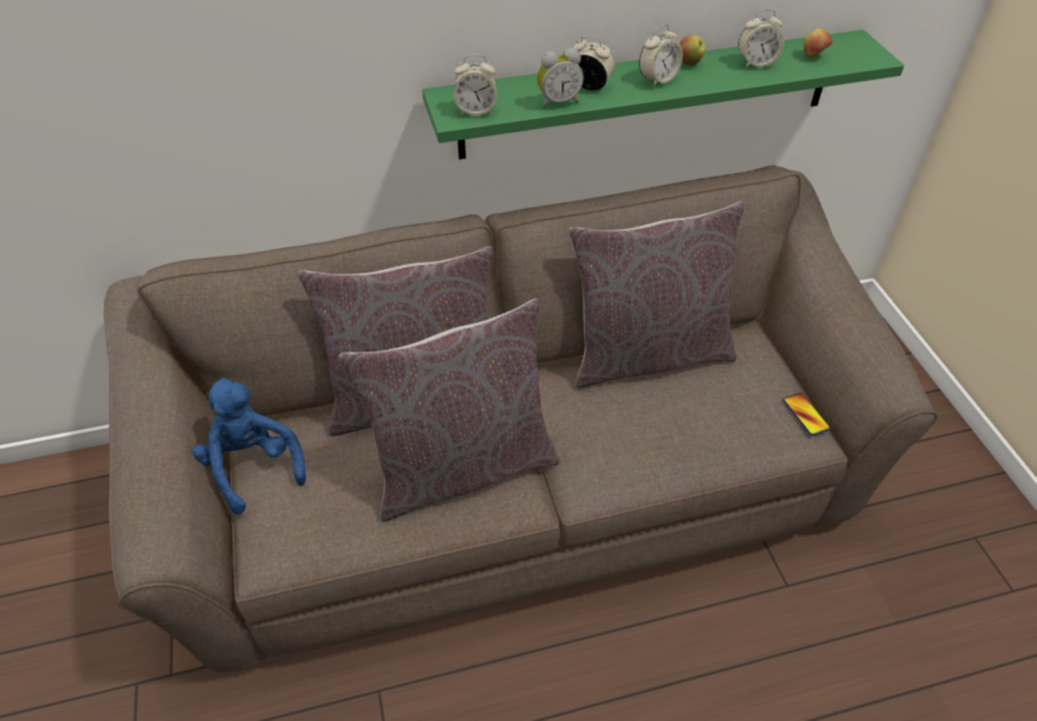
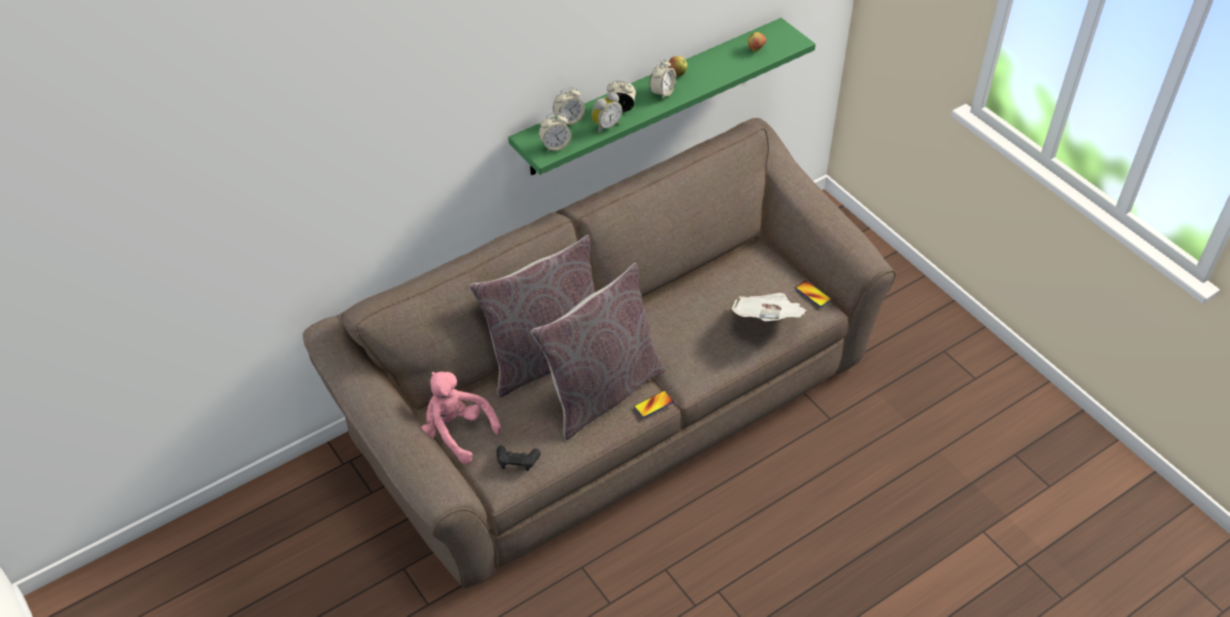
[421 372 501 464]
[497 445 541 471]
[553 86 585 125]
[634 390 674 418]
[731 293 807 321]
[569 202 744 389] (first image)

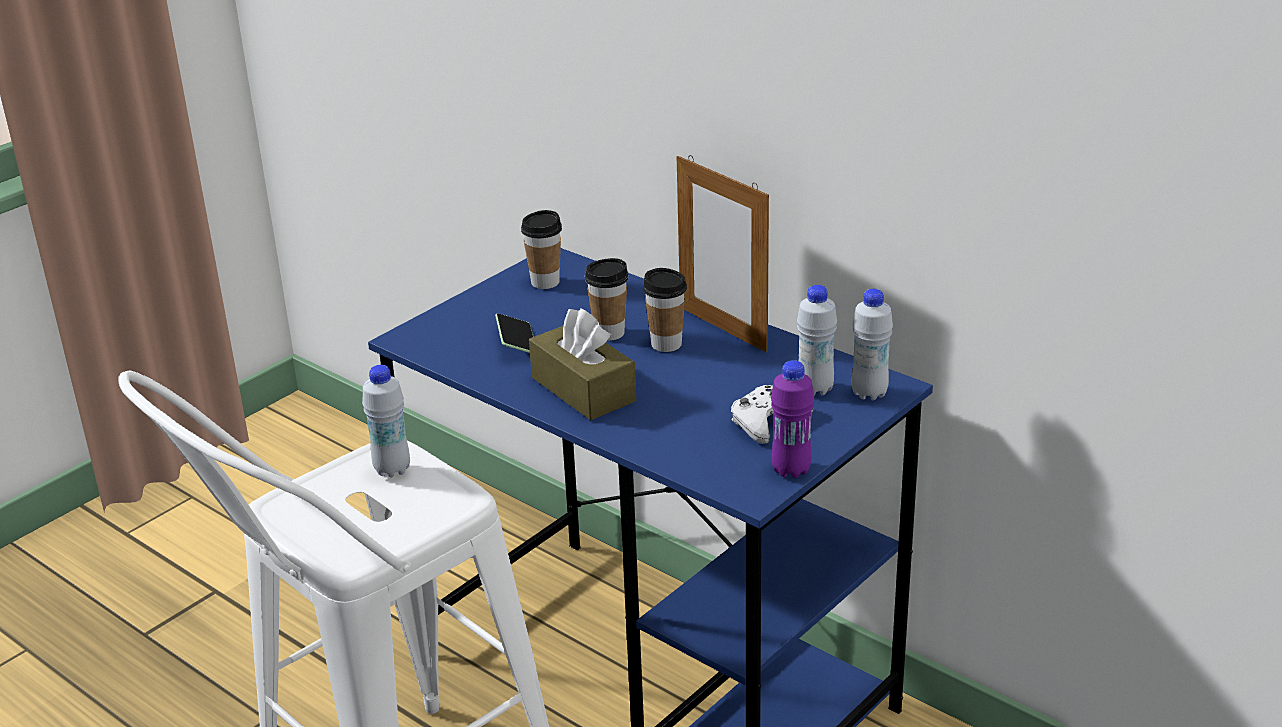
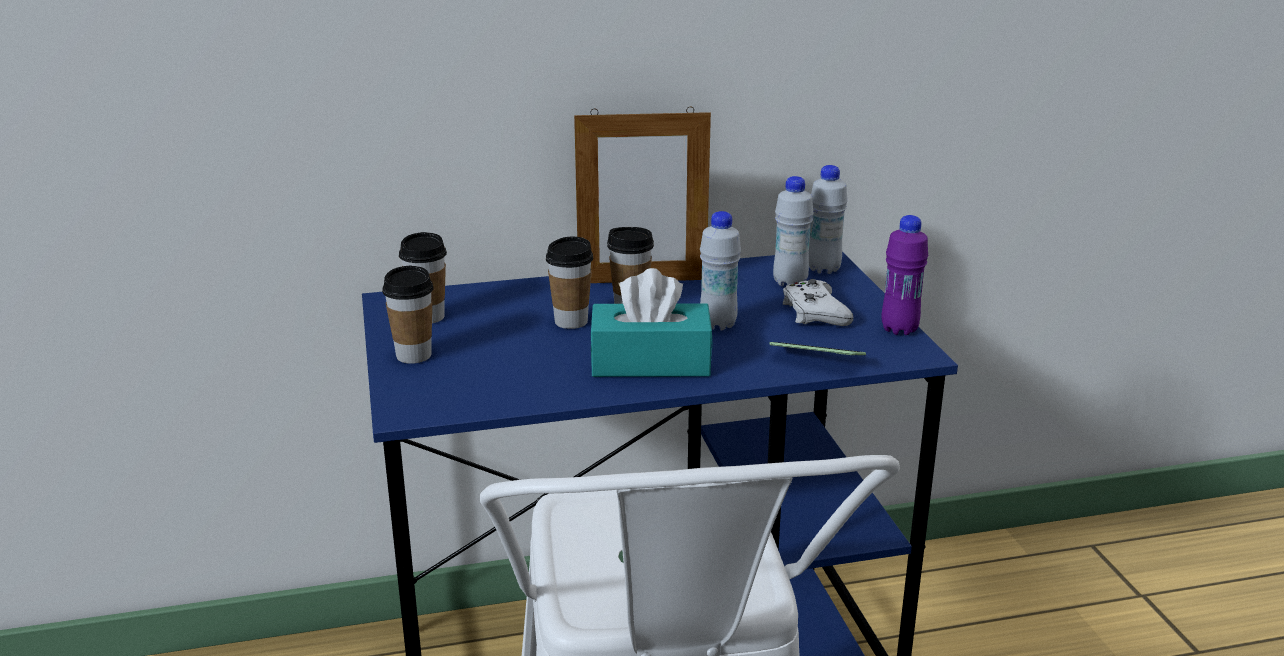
[382 266 434 364]
[590 268 713 377]
[700 211 741 331]
[769 342 866 355]

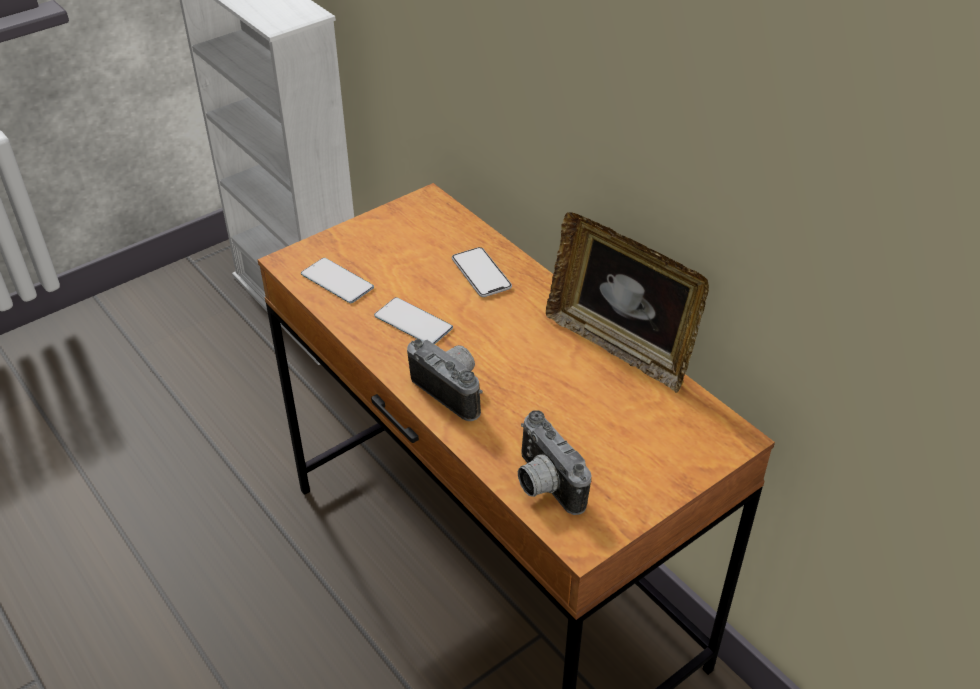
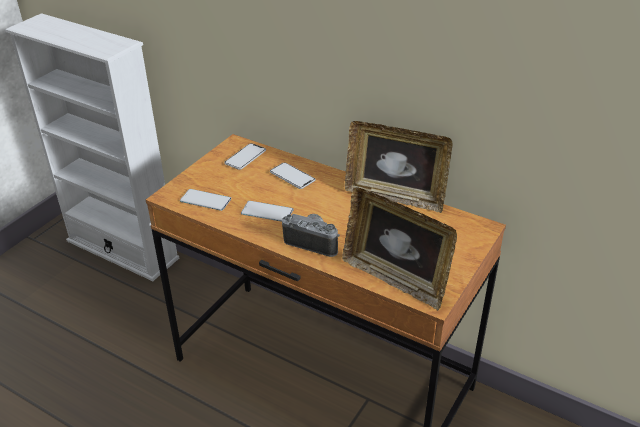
[224 143 266 170]
[342 188 457 311]

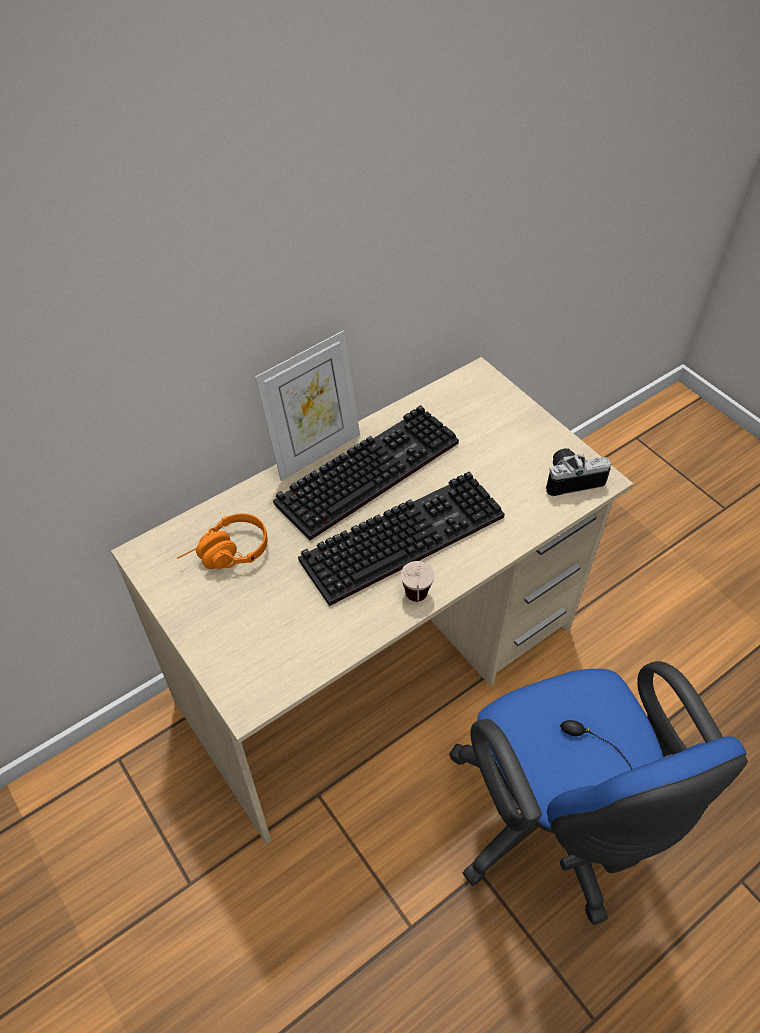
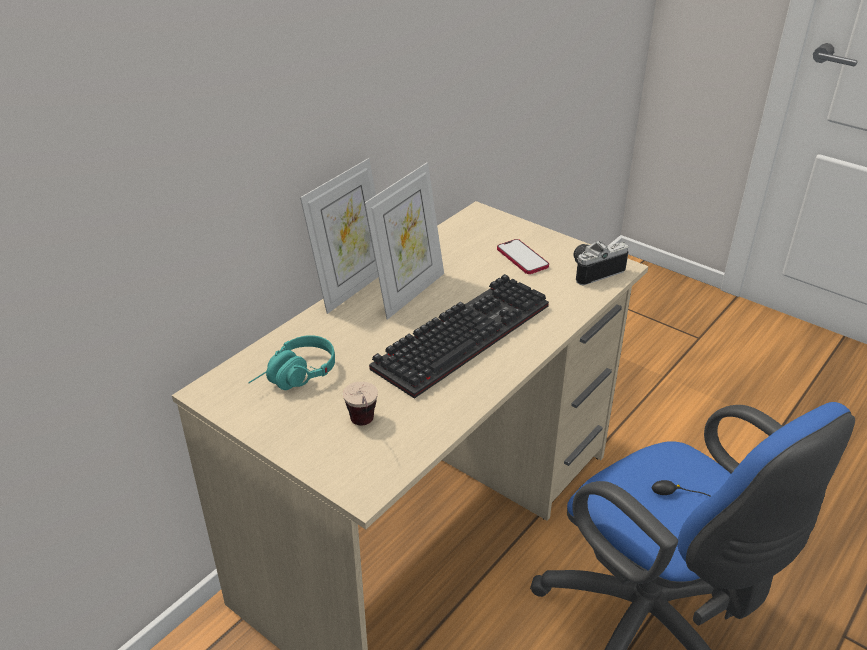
[248 335 335 390]
[343 382 378 426]
[364 162 444 320]
[497 239 549 274]

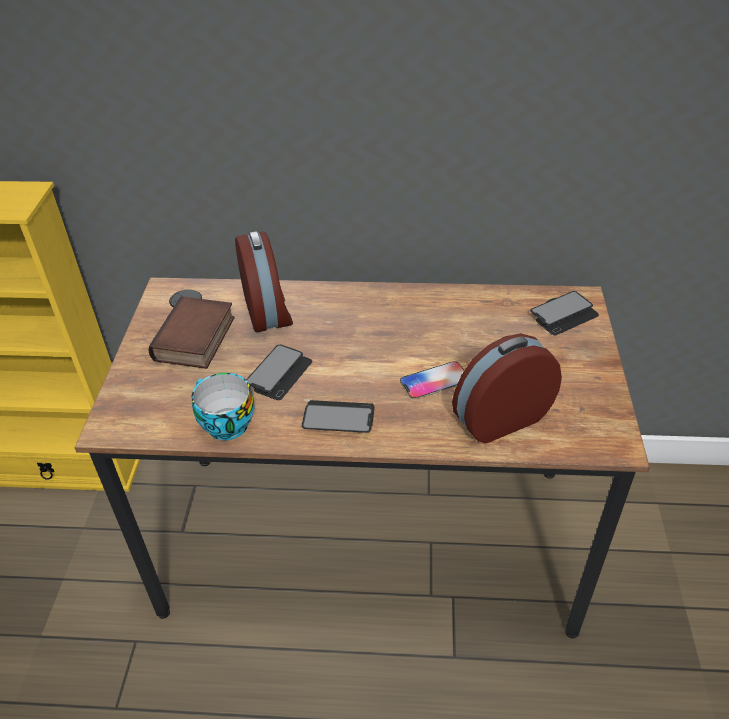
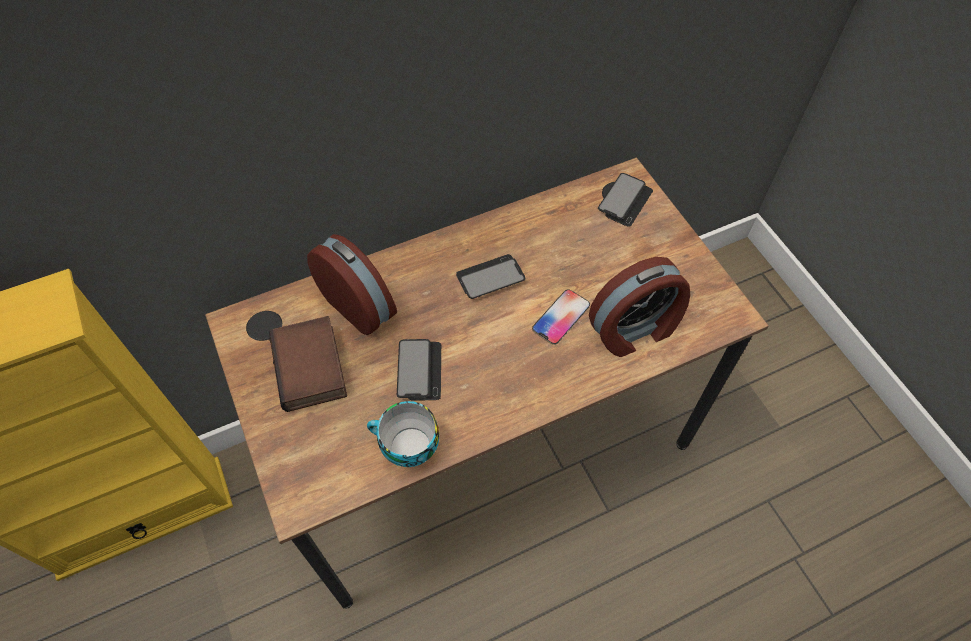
[456 254 525 299]
[589 257 690 357]

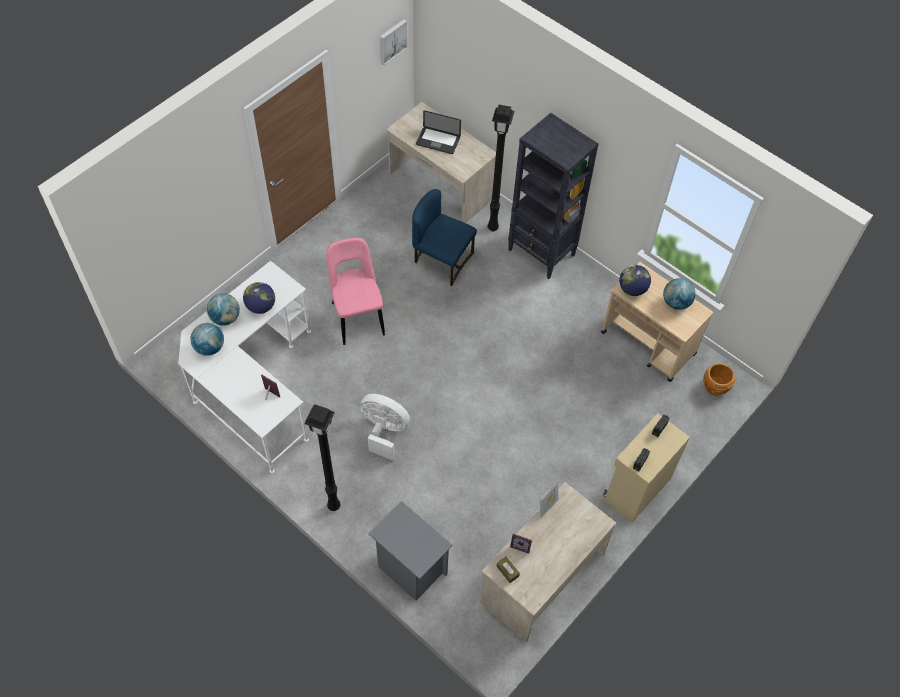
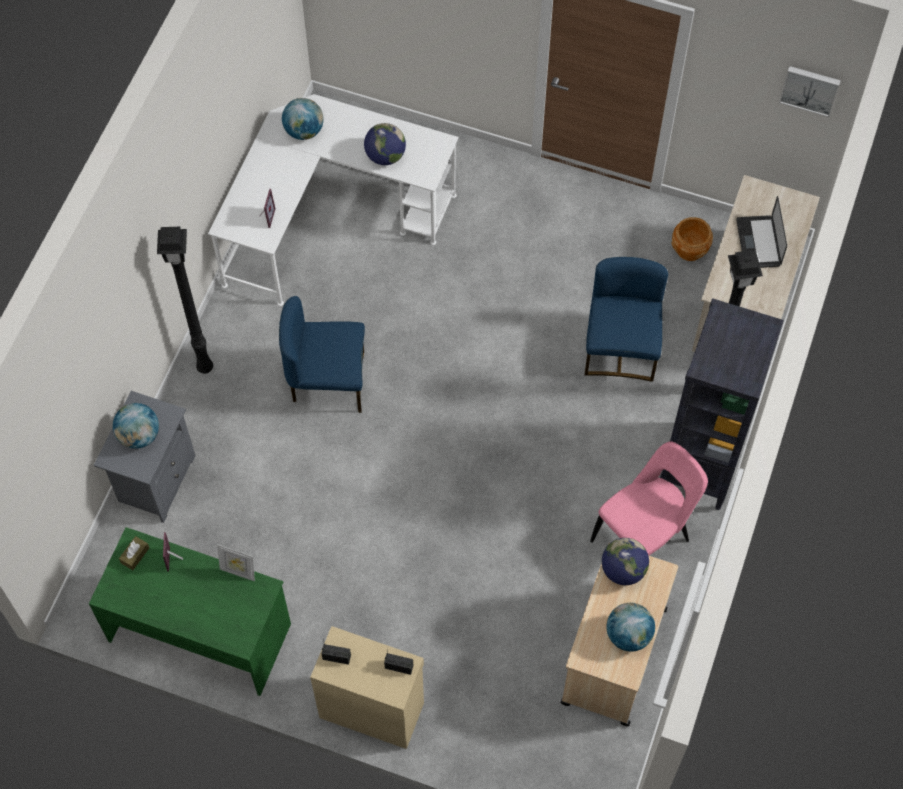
[89 527 291 696]
[113 403 159 449]
[279 296 365 413]
[590 441 708 555]
[672 217 713 261]

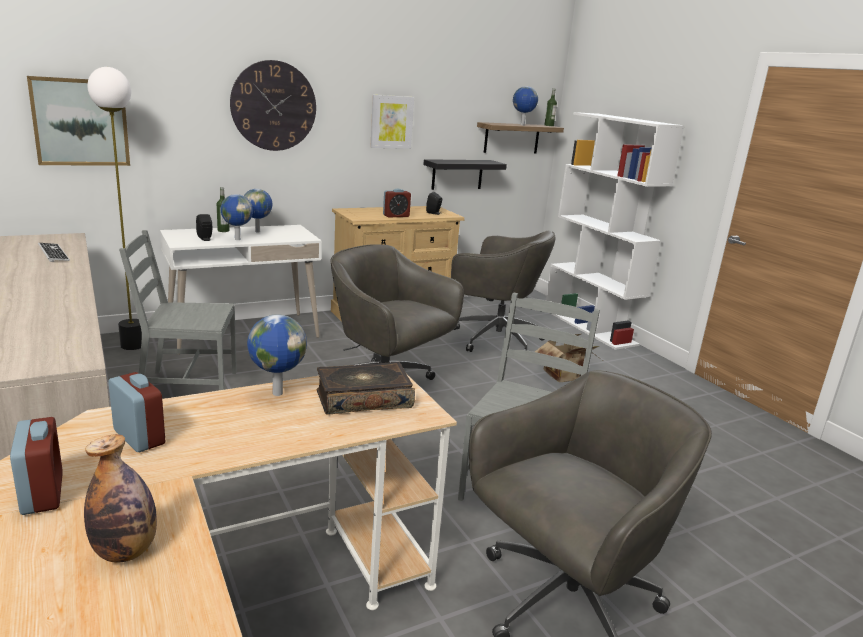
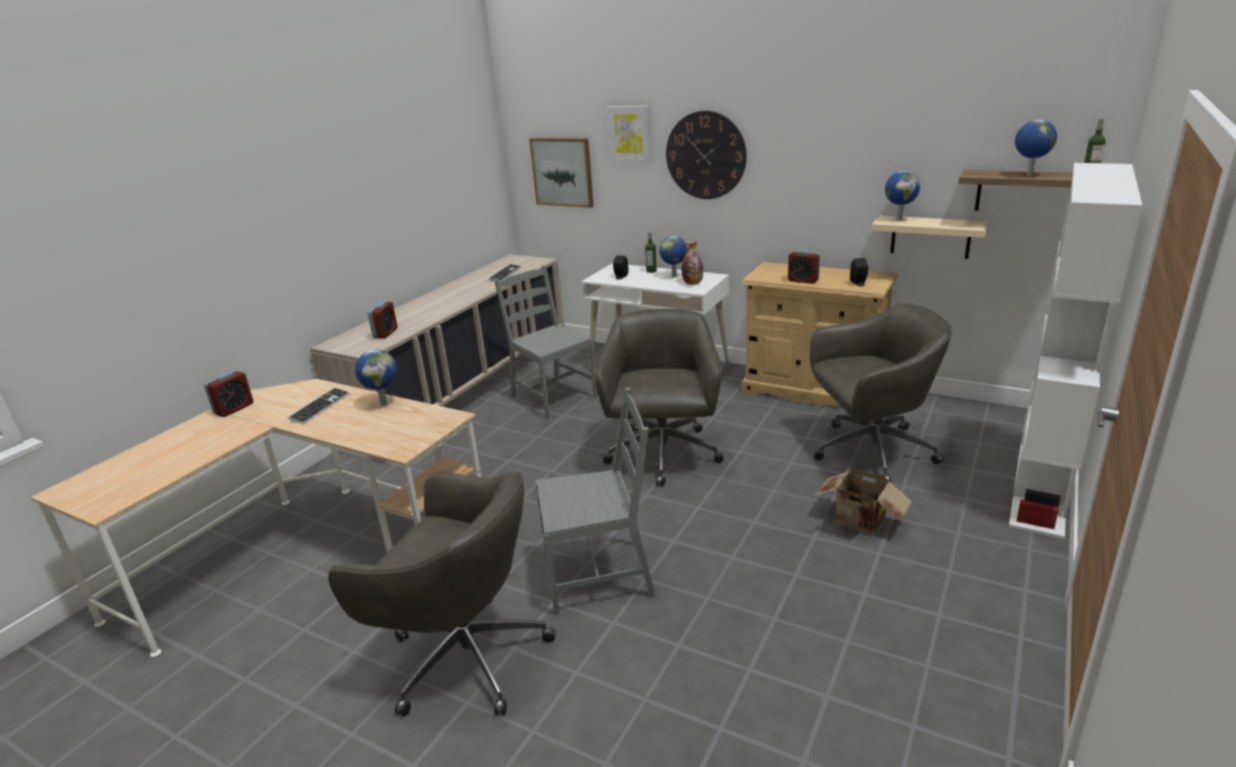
[288 388 350 424]
[367 302 398 338]
[606 106 652 162]
[682 241 703 285]
[810 304 952 482]
[871 216 990 259]
[885 171 920 221]
[87 67 142 350] (first image)
[316 362 415 415] (first image)

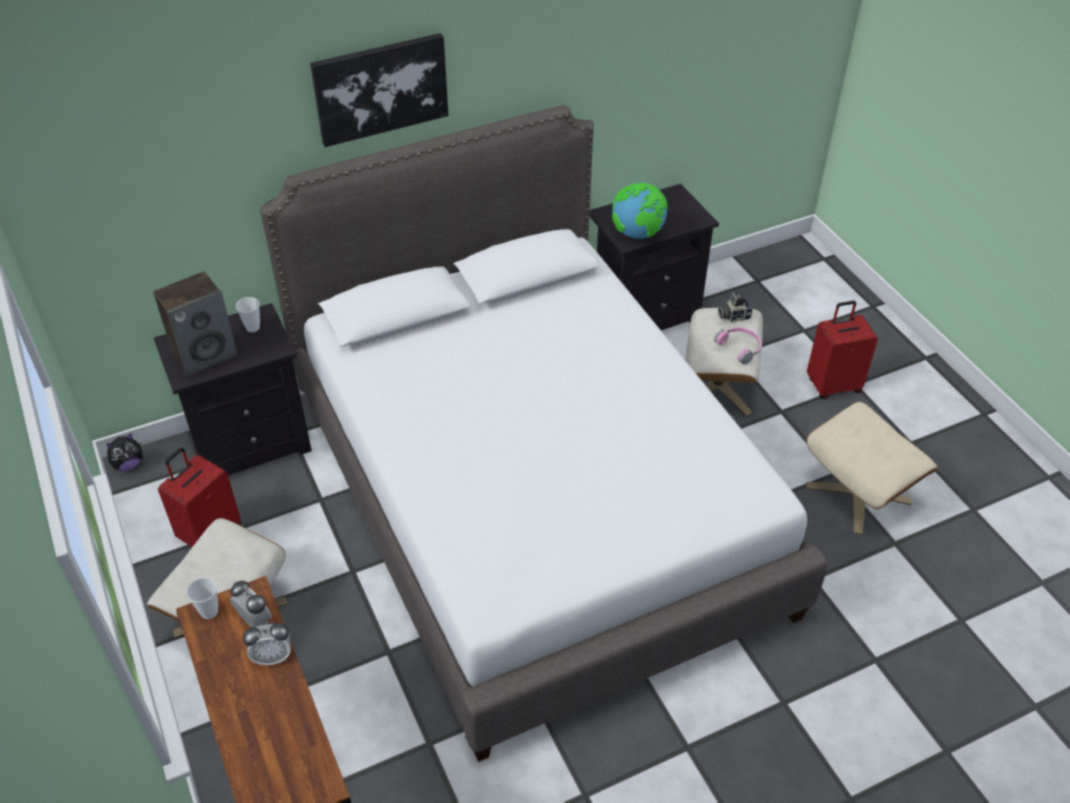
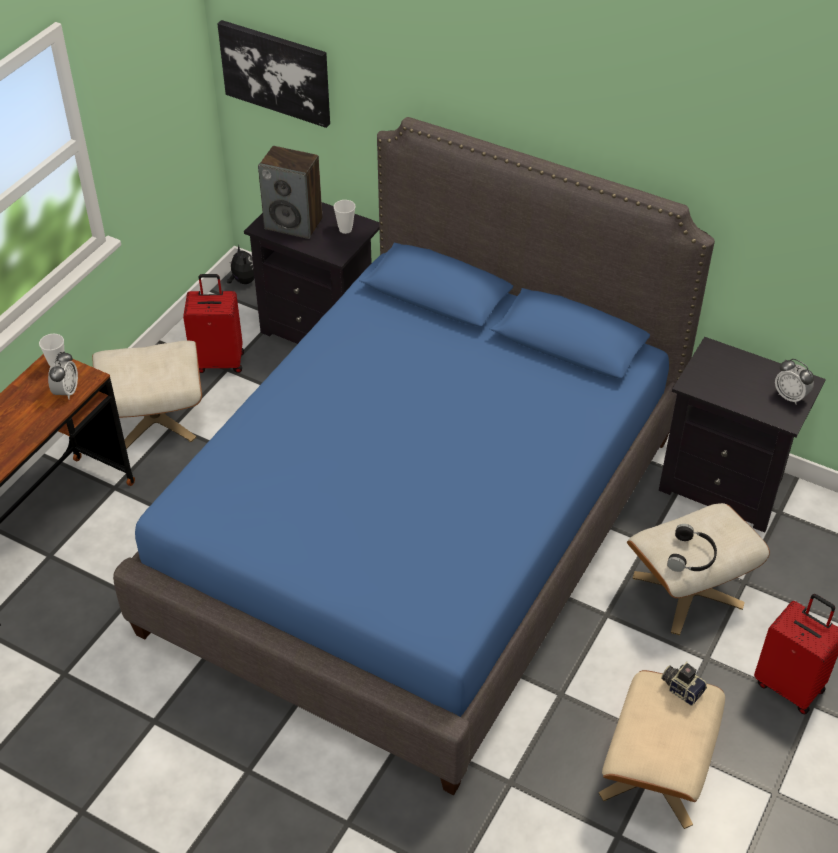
[113 117 715 795]
[217 20 330 128]
[227 245 255 284]
[661 662 707 706]
[667 524 717 572]
[775 359 814 405]
[612 183 668 239] (first image)

